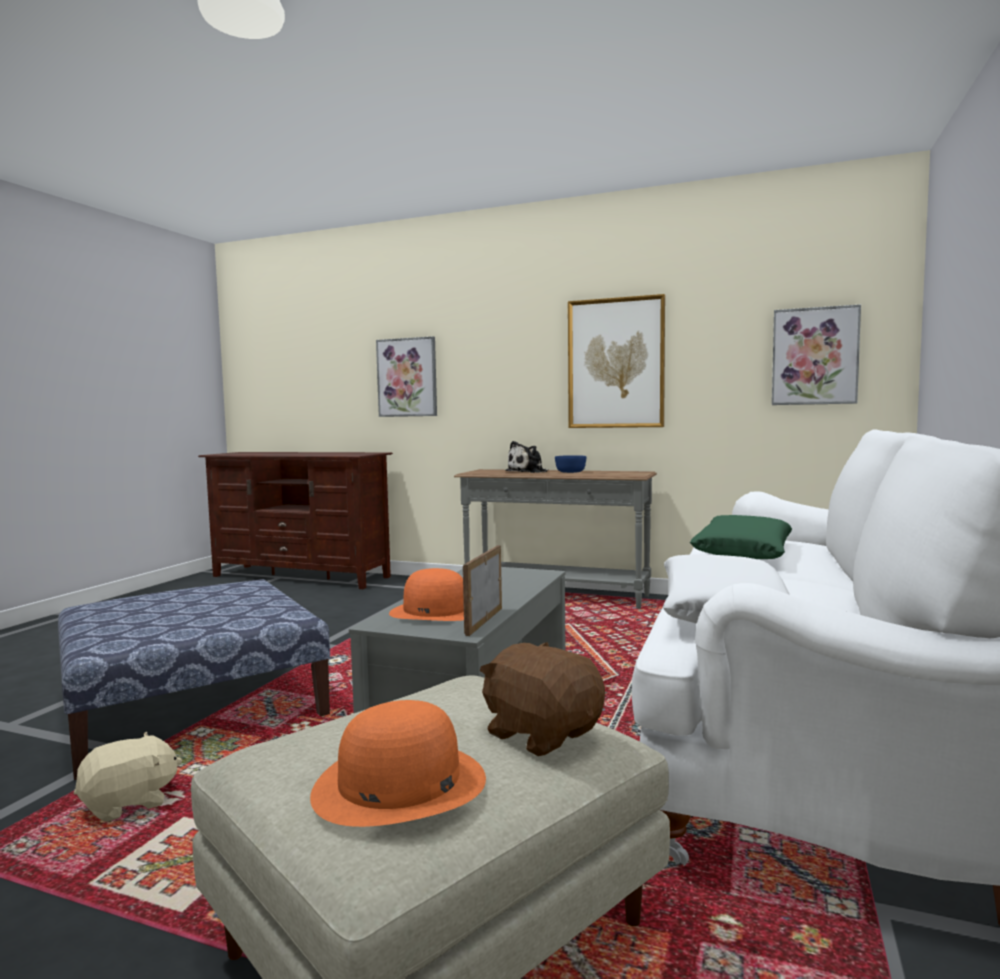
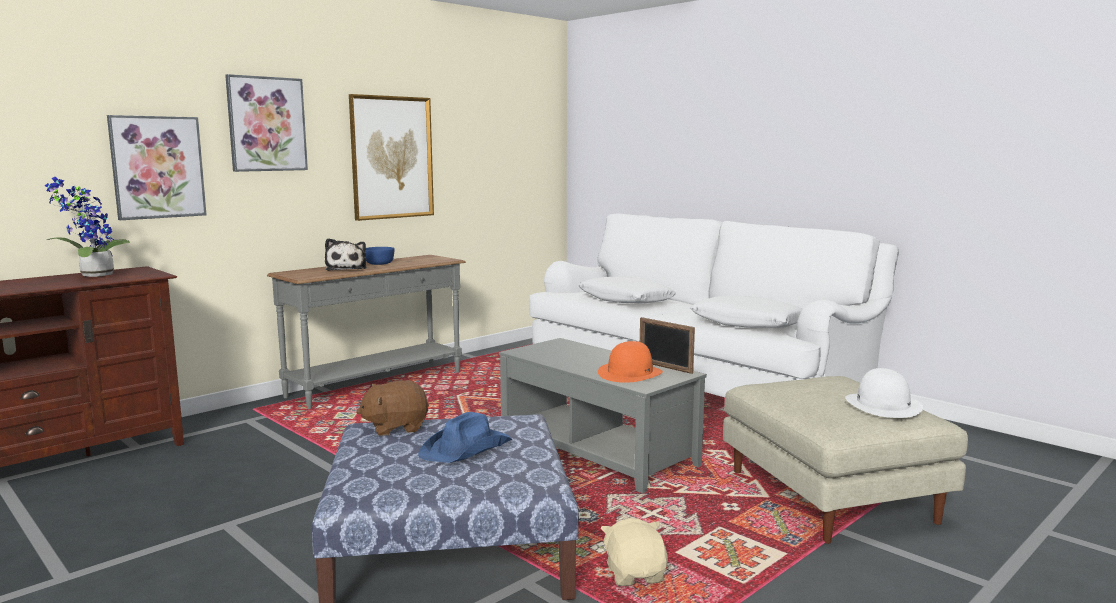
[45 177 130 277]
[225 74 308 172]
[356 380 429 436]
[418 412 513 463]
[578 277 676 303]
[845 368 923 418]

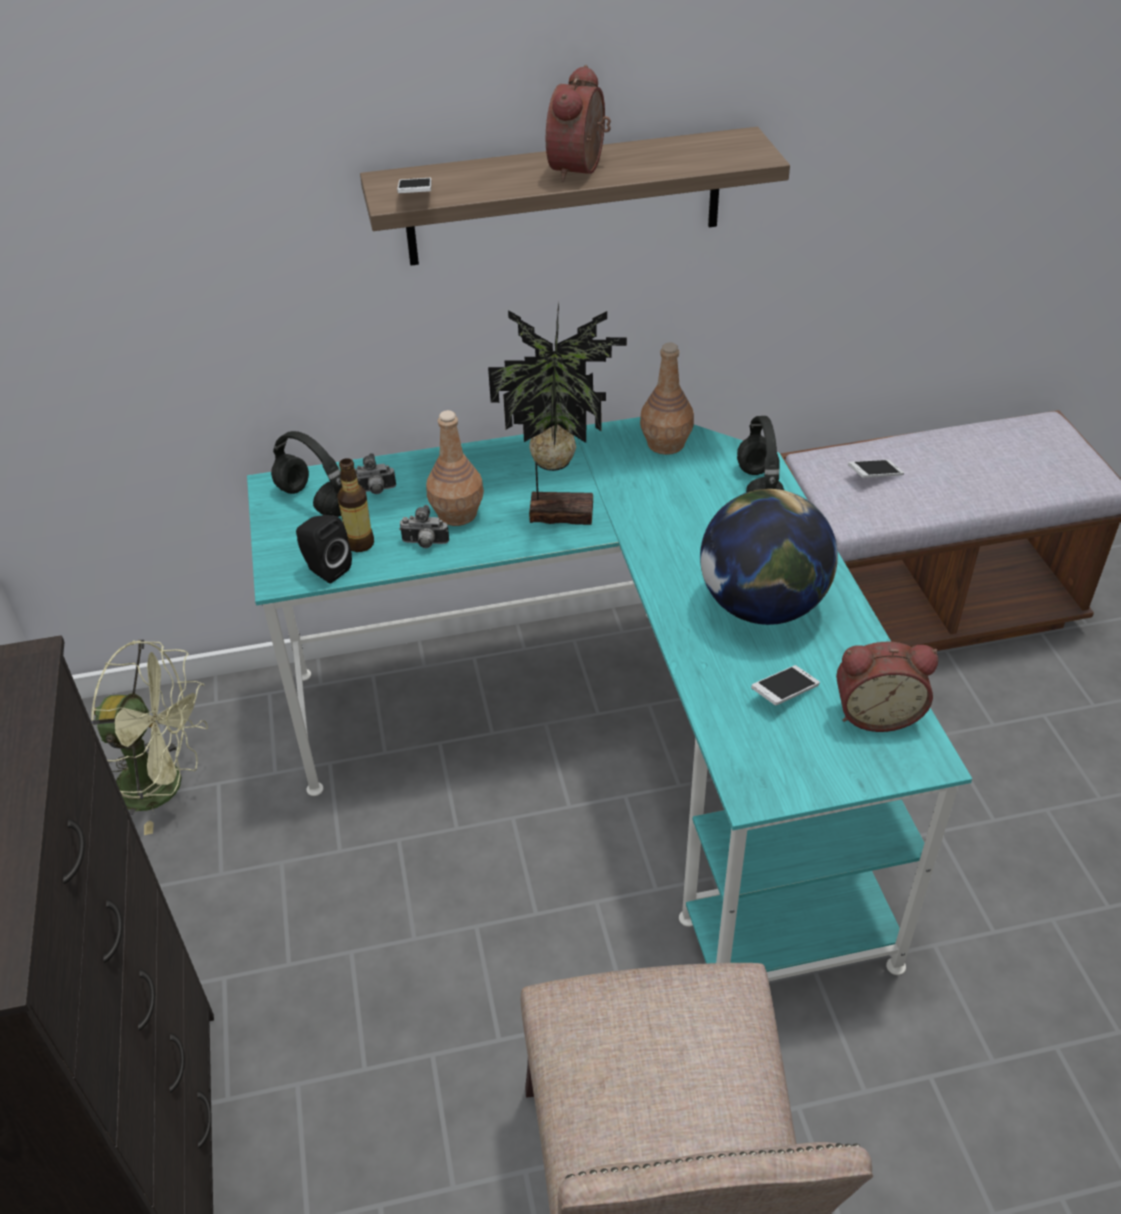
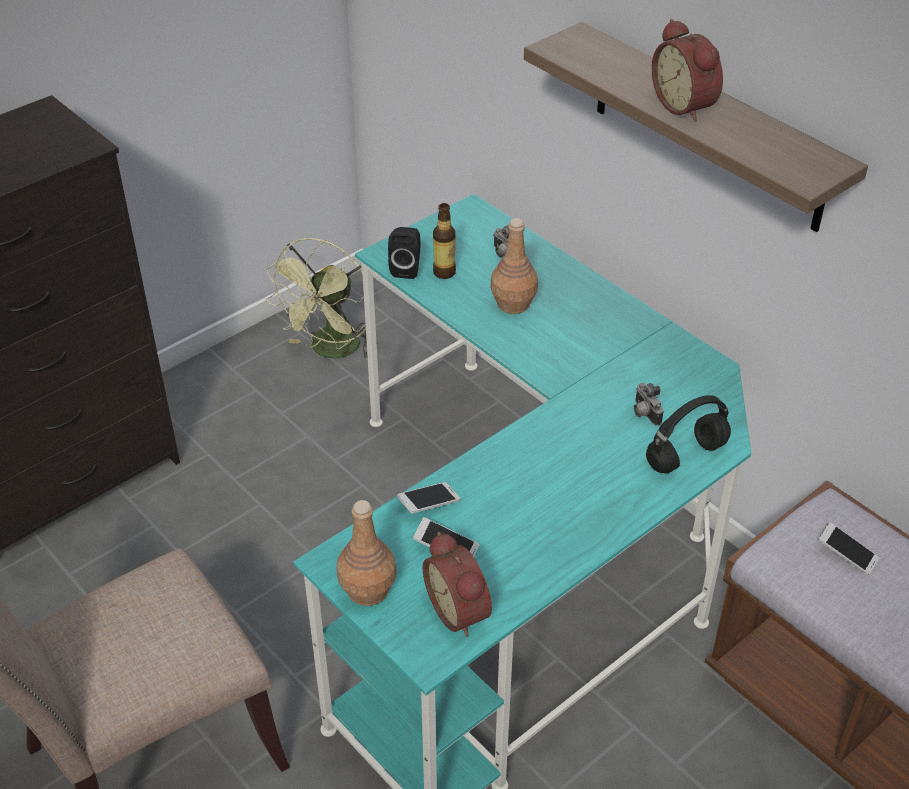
[266 238 378 359]
[337 500 397 606]
[397 482 461 514]
[634 383 664 426]
[652 19 723 122]
[271 431 342 517] (first image)
[488 303 627 525] (first image)
[700 489 838 625] (first image)

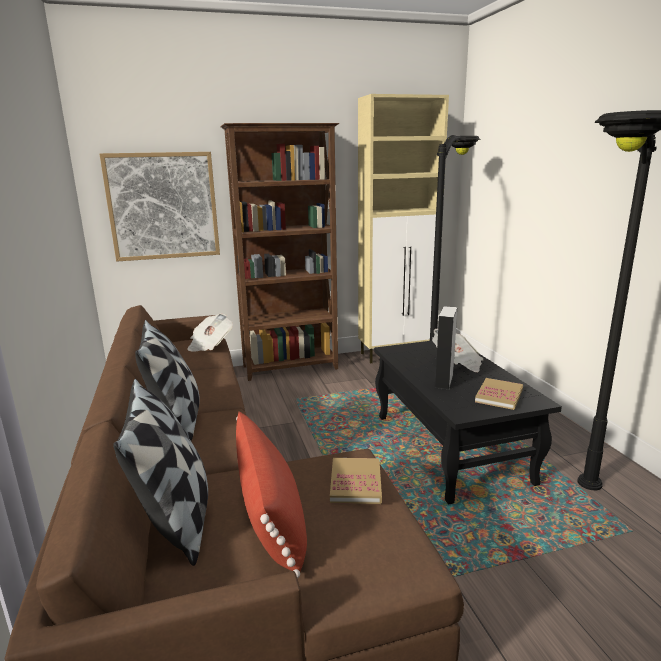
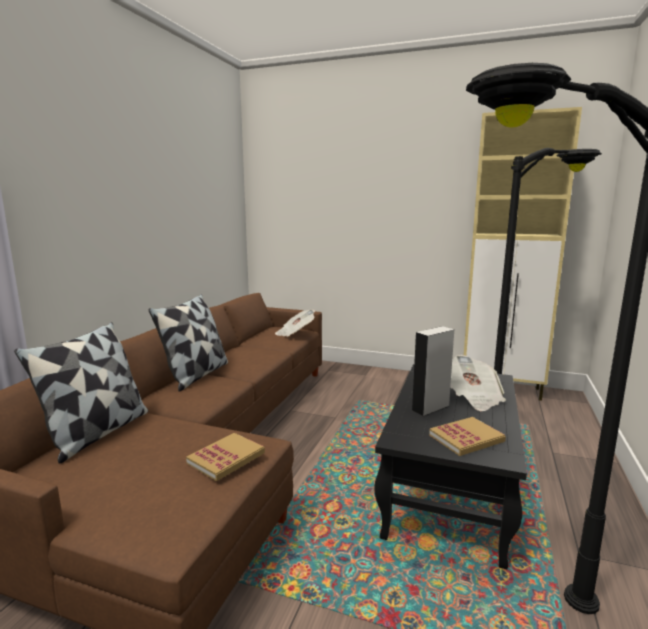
[100 152 220 262] (first image)
[220 123 339 381] (first image)
[236 412 307 578] (first image)

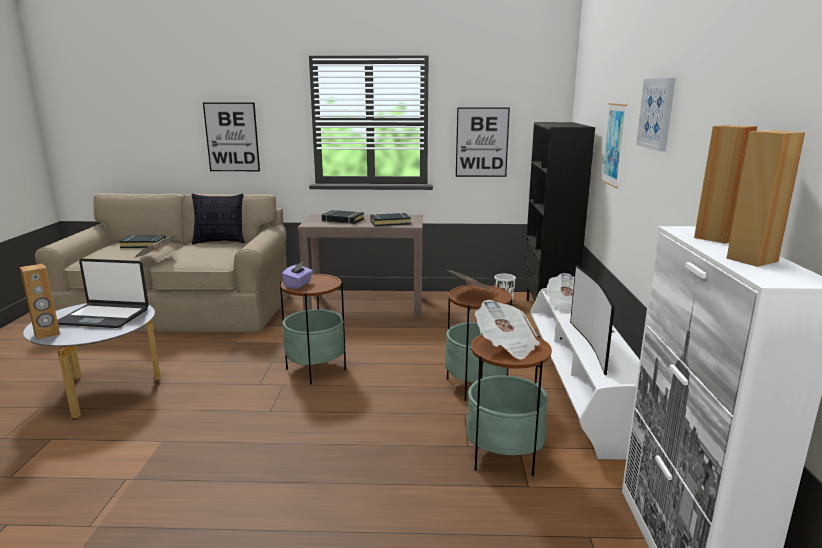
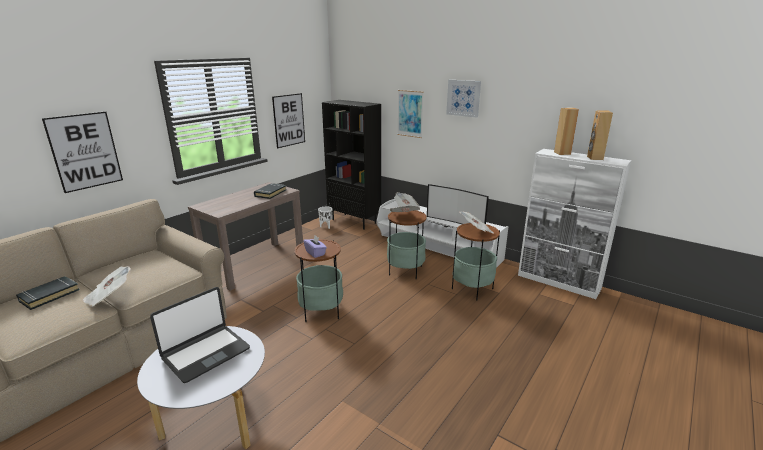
[20 264 60 340] (first image)
[192 194 245 245] (first image)
[321 210 364 224] (first image)

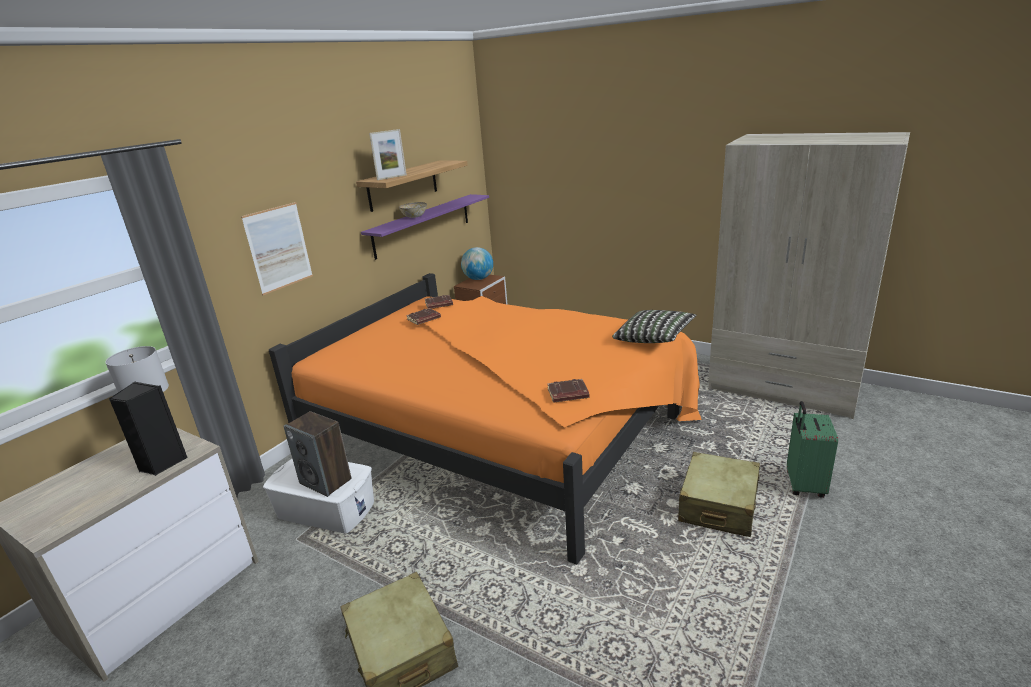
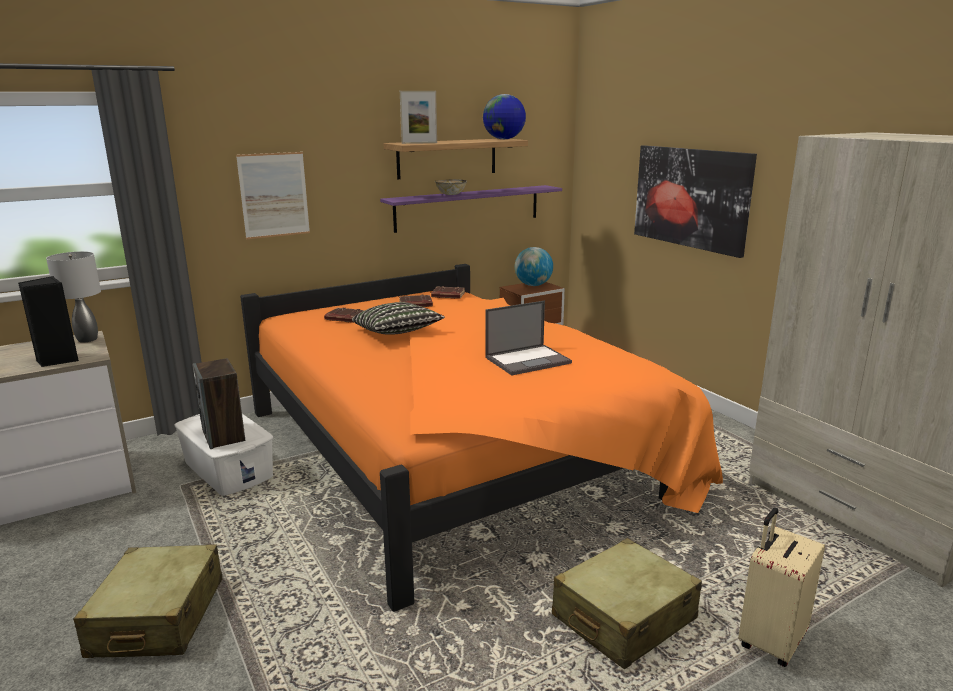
[324 308 365 323]
[352 302 445 335]
[483 94 526 139]
[485 301 572 376]
[634 145 757 258]
[738 508 825 667]

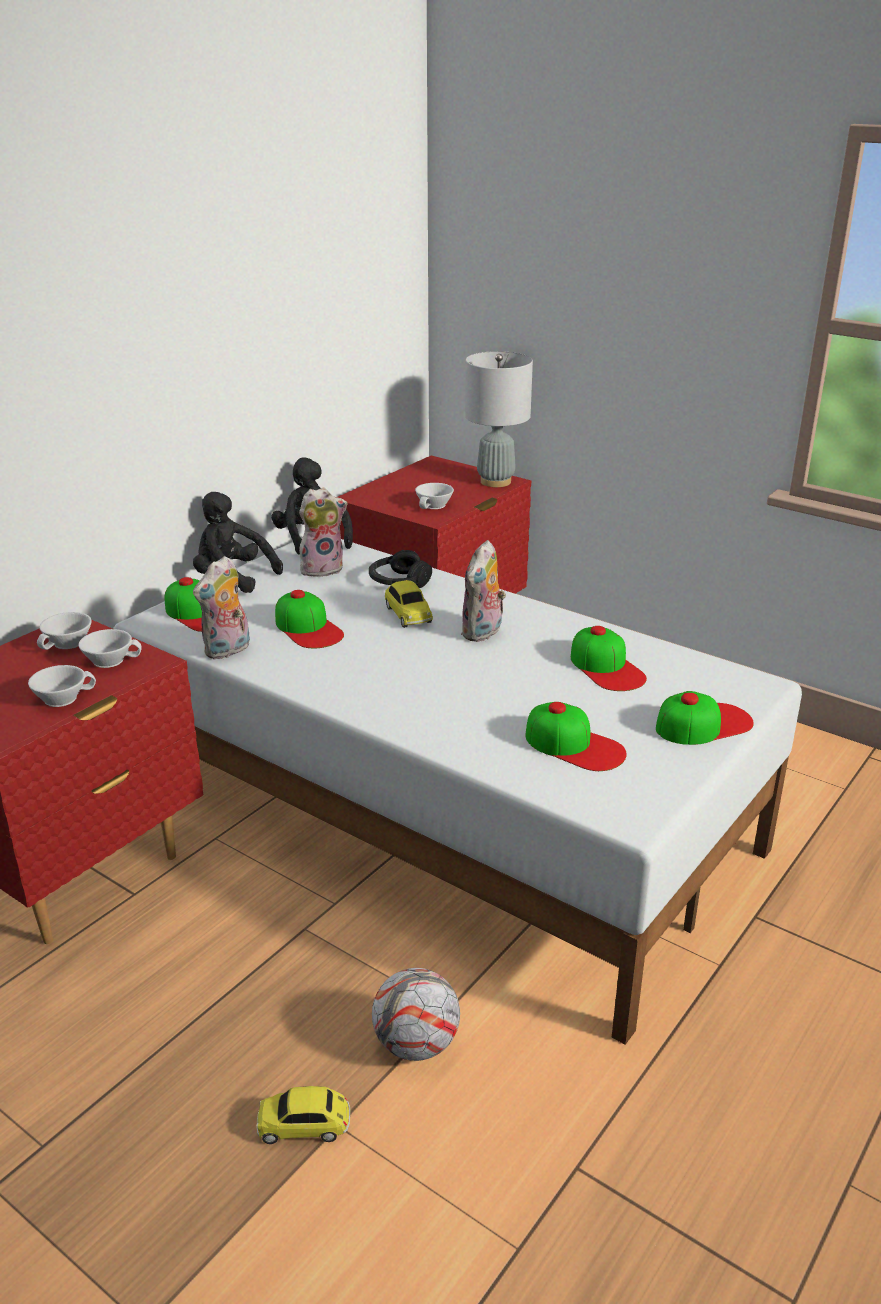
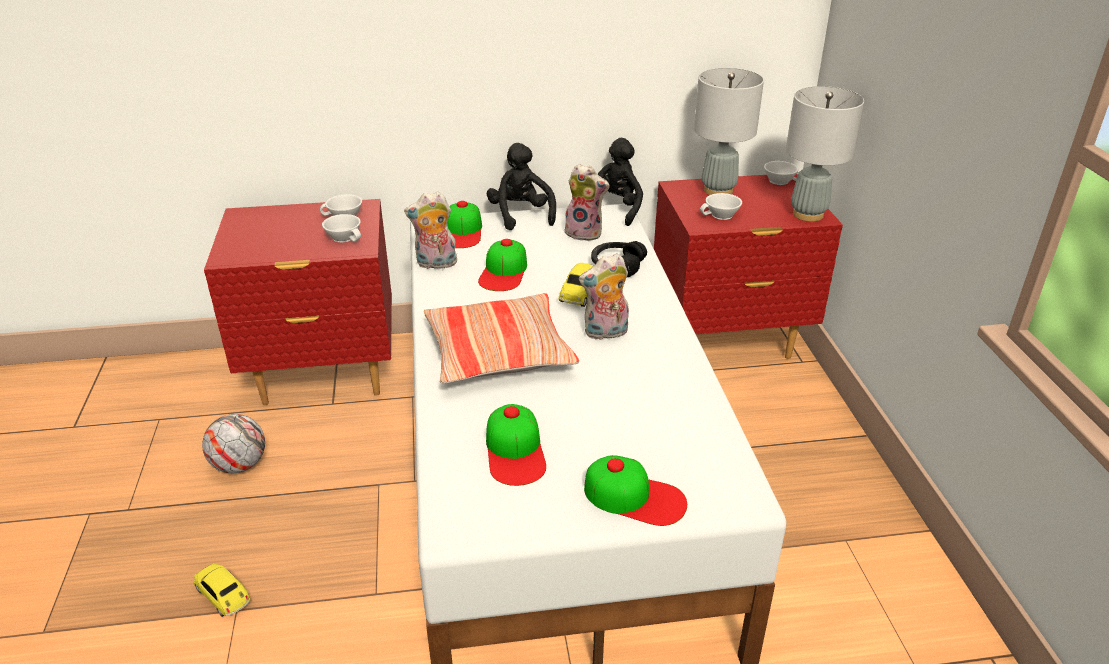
[202 414 265 473]
[424 293 579 384]
[694 68 764 195]
[764 161 801 185]
[571 626 647 691] (first image)

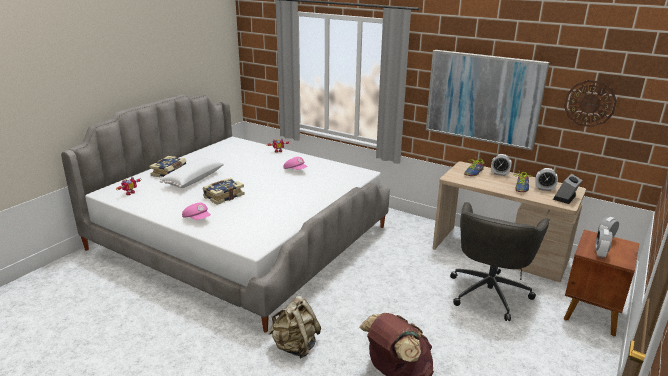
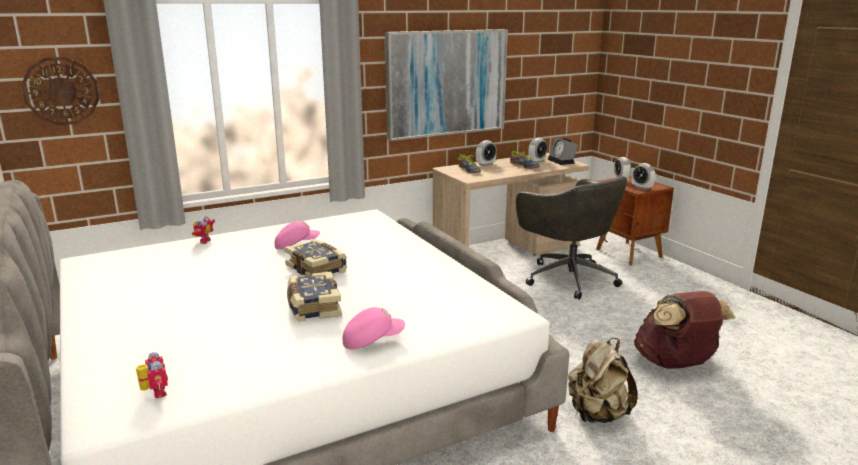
[21 57 100 125]
[284 239 347 276]
[160 158 224 188] (first image)

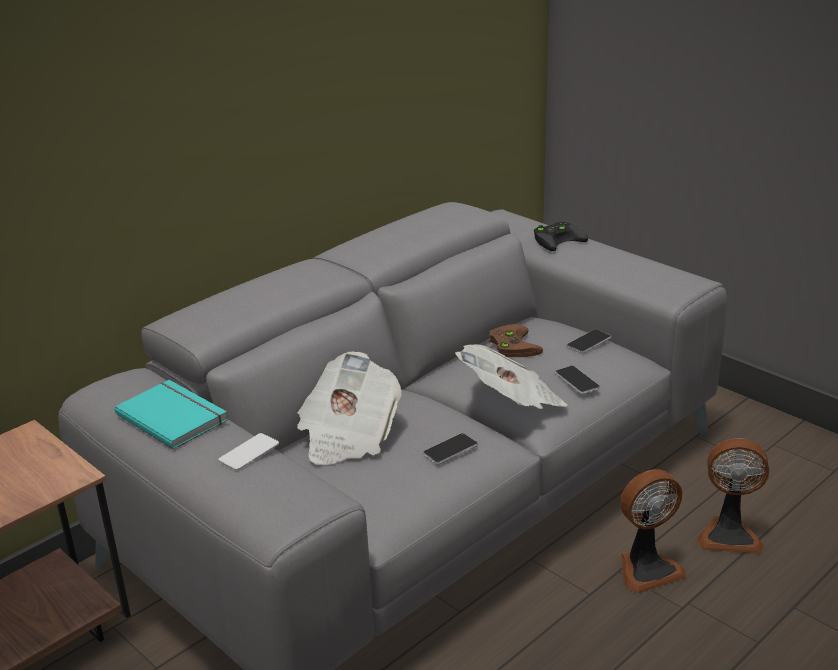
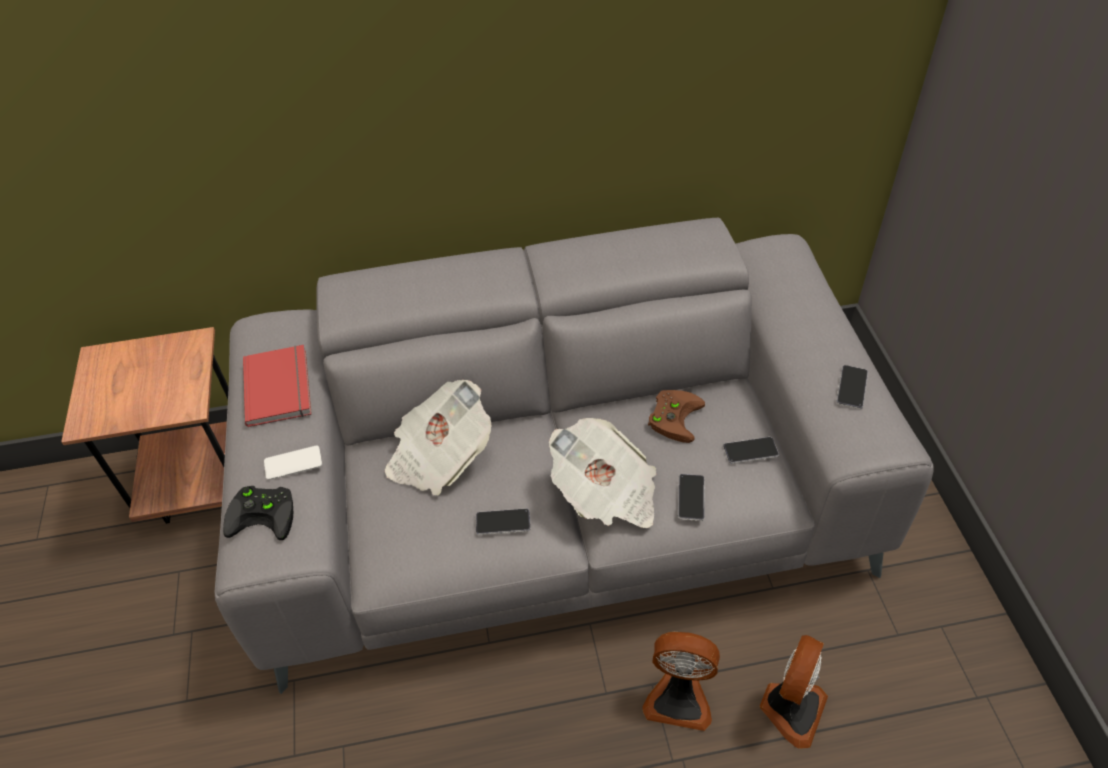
[223 486 293 540]
[243 345 312 427]
[760 635 828 749]
[836 365 868 409]

